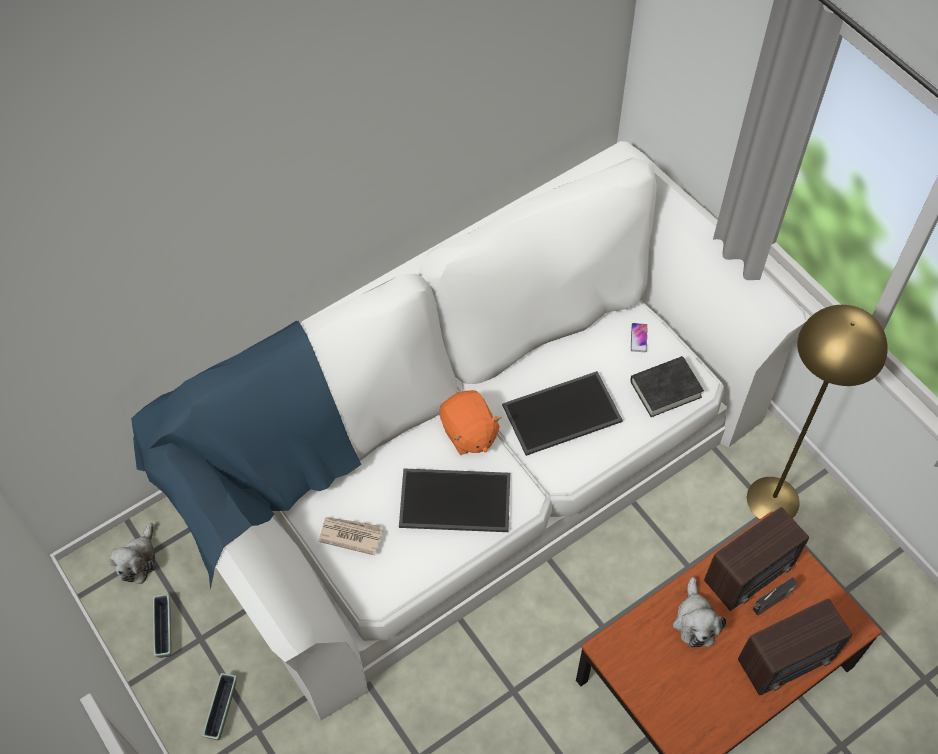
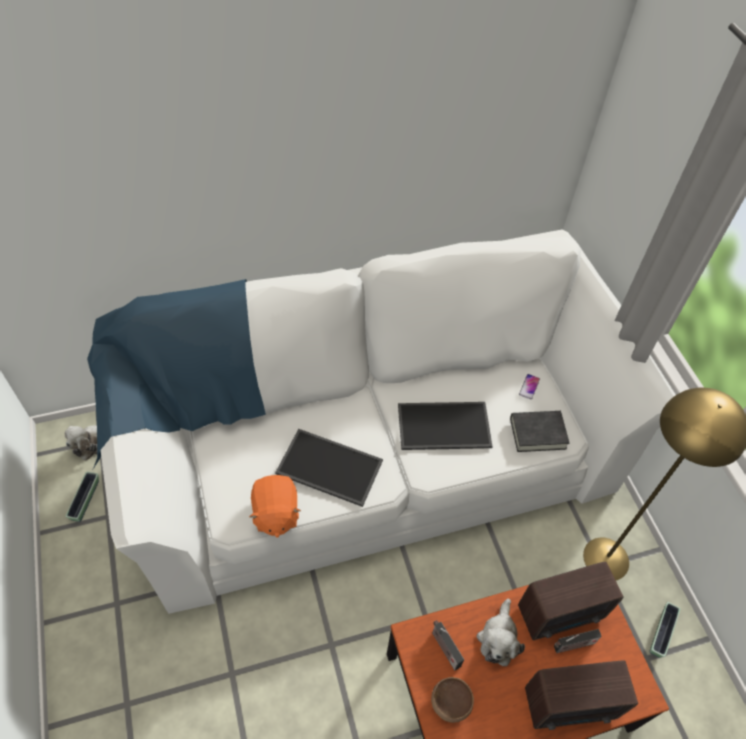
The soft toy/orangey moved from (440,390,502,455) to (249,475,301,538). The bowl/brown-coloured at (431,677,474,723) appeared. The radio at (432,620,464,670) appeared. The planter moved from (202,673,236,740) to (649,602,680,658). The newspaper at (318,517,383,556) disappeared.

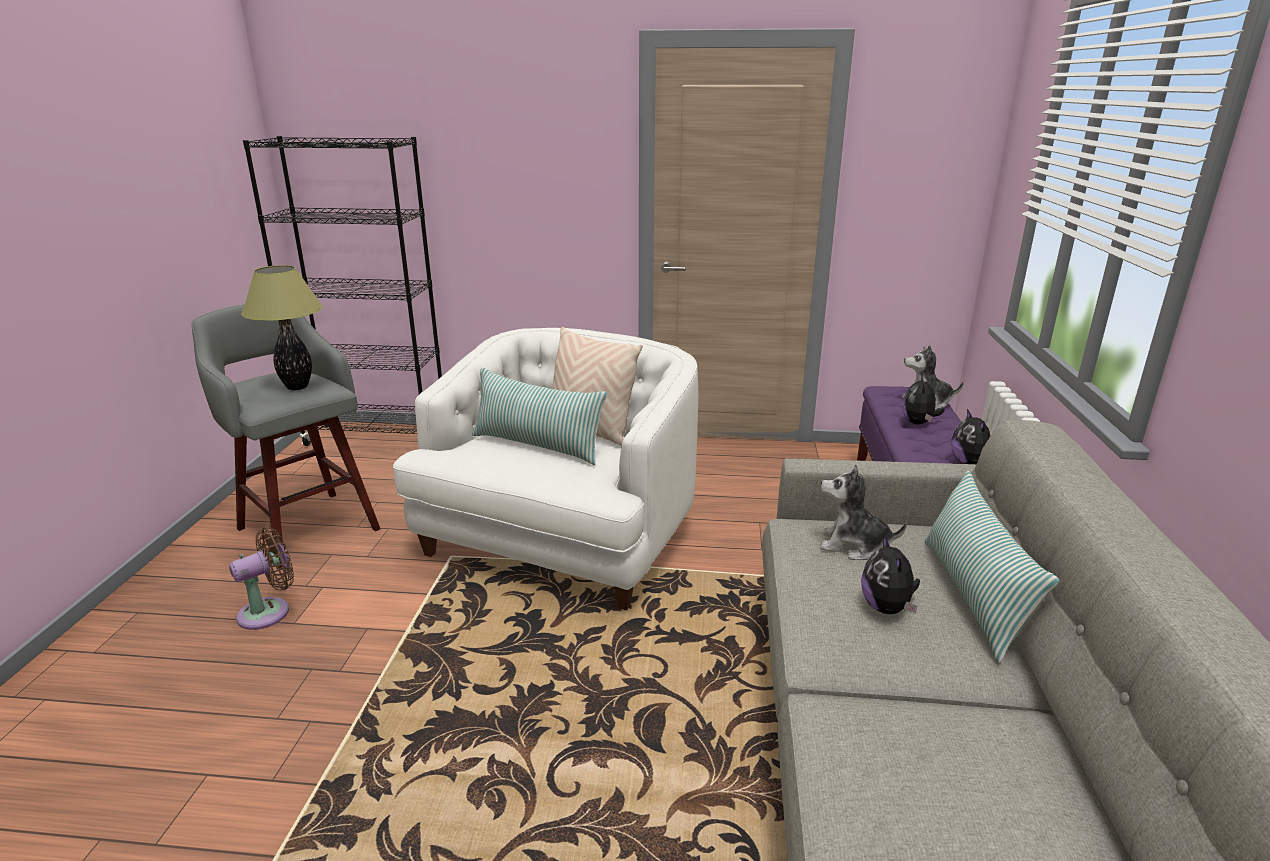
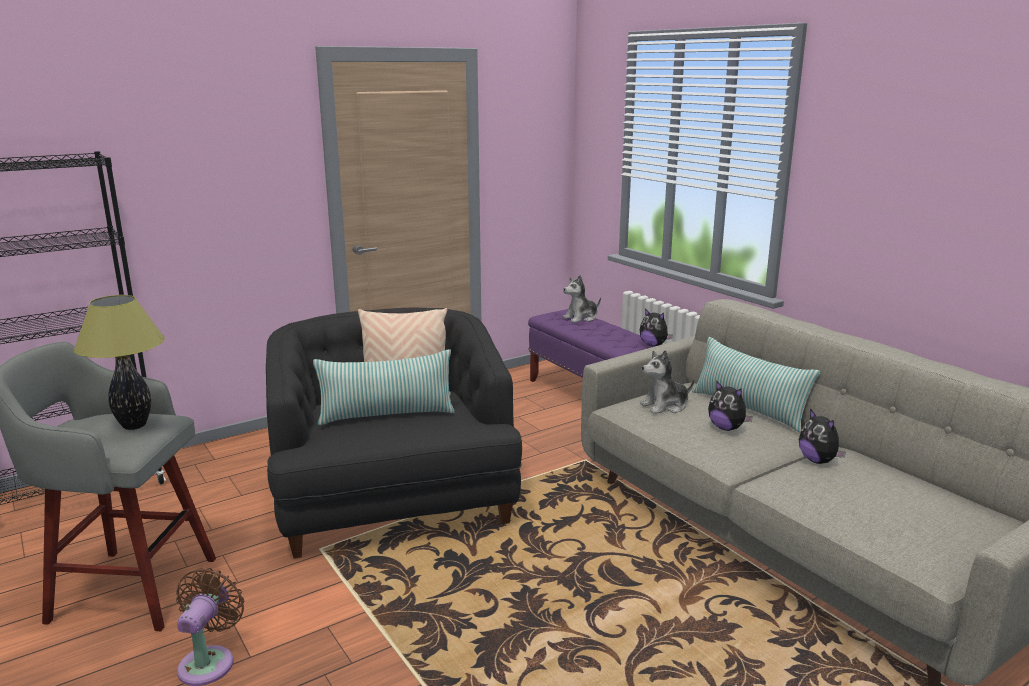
The easy chair/whitish at (393,328,698,610) became the easy chair/black at (266,308,522,558). The soft toy moved from (902,374,945,425) to (799,408,846,464).

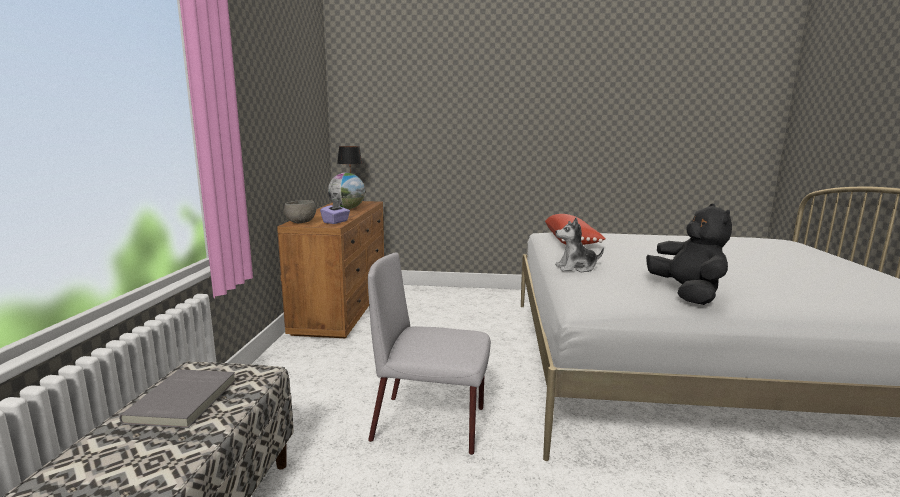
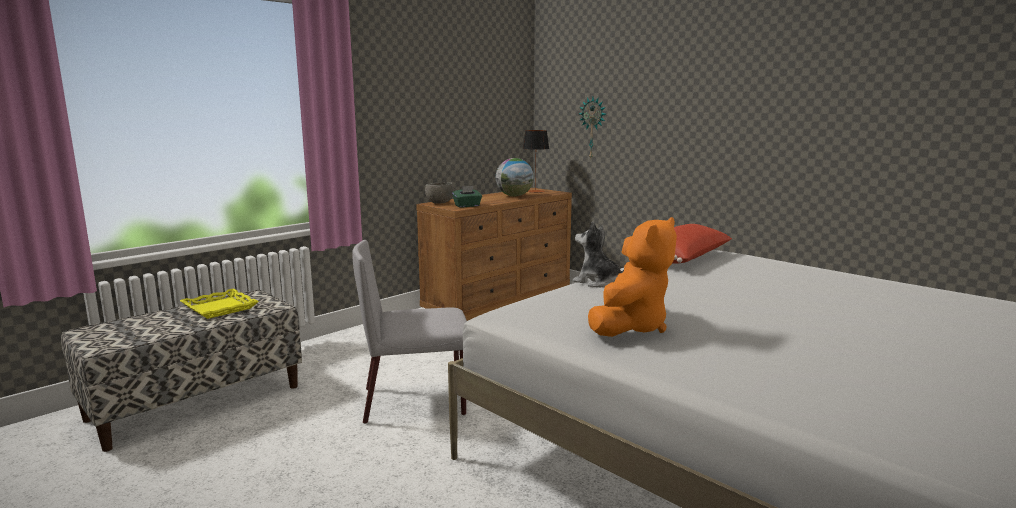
The volume/greyish at (119,369,236,428) was replaced by the serving tray/yellowish at (180,289,259,319). The chair/greyish at (368,252,491,455) turned 60 degrees counterclockwise. The box of tissues/purple at (320,201,350,224) became the box of tissues/greenish at (452,186,482,207). The hanging clock at (579,97,606,158) appeared. The soft toy/black at (646,204,732,305) became the soft toy/orangey at (588,217,677,337).

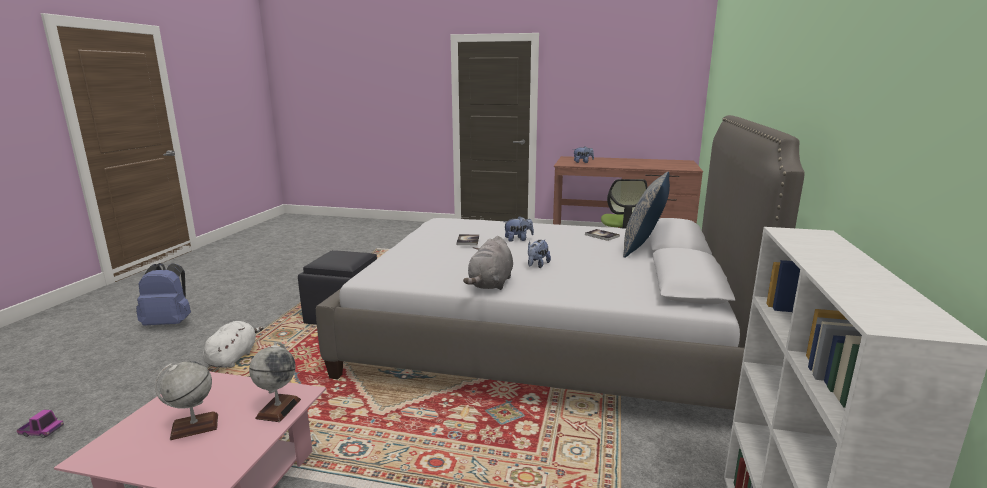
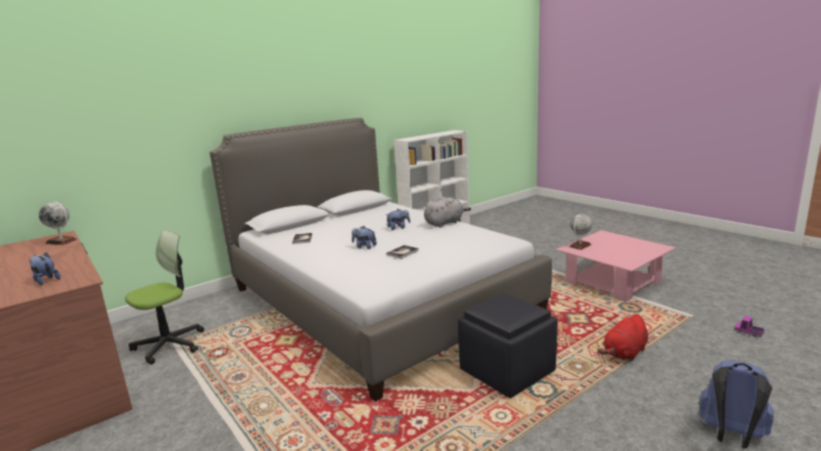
The globe moved from (155,361,218,440) to (39,201,77,245). The soft toy/whitish at (203,321,264,368) became the soft toy/reddish at (597,314,648,362). The cushion at (623,172,670,258) disappeared.

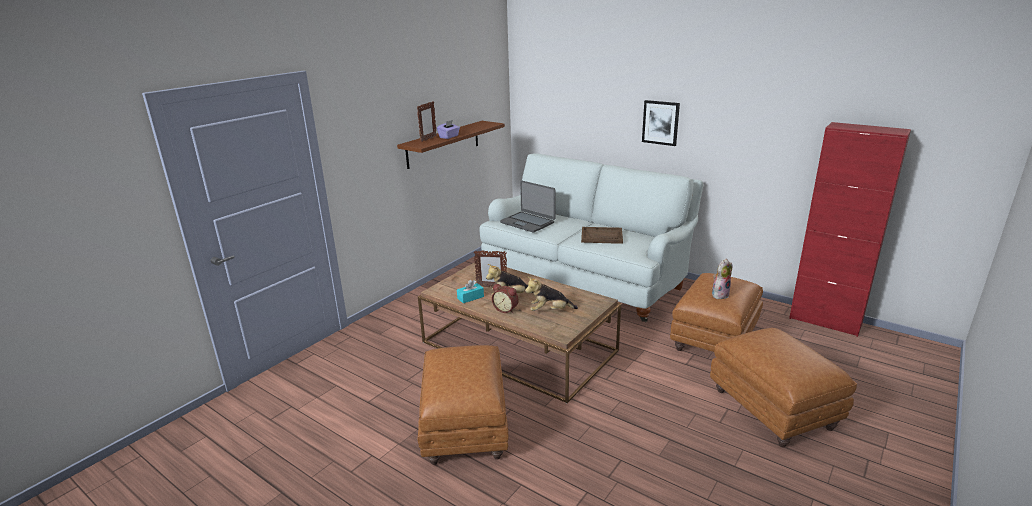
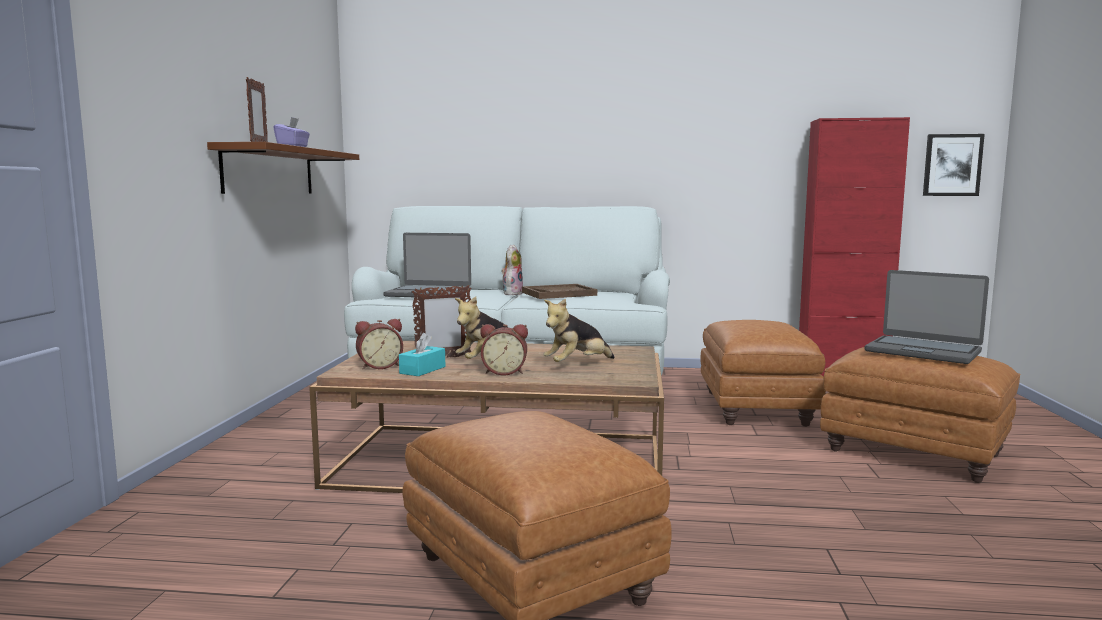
The bedside clock at (355,319,403,370) appeared. The soft toy moved from (712,258,732,299) to (501,245,523,295). The portable computer at (864,270,989,364) appeared. The wall picture moved from (642,100,680,146) to (923,134,985,196).

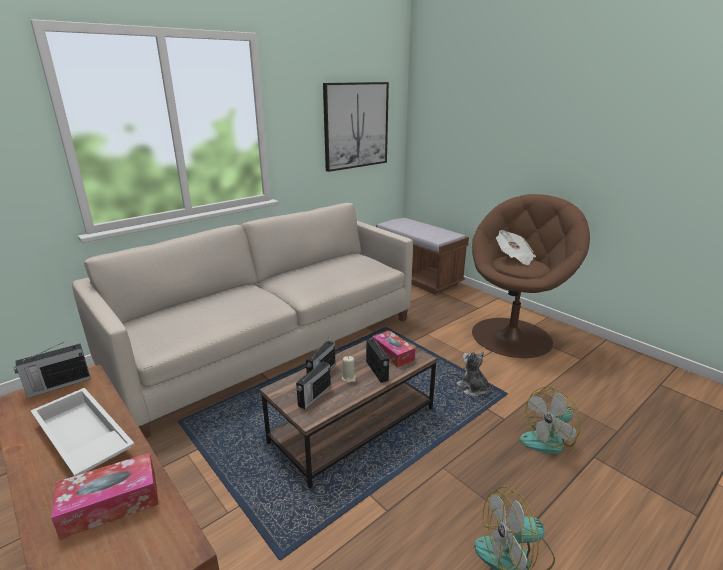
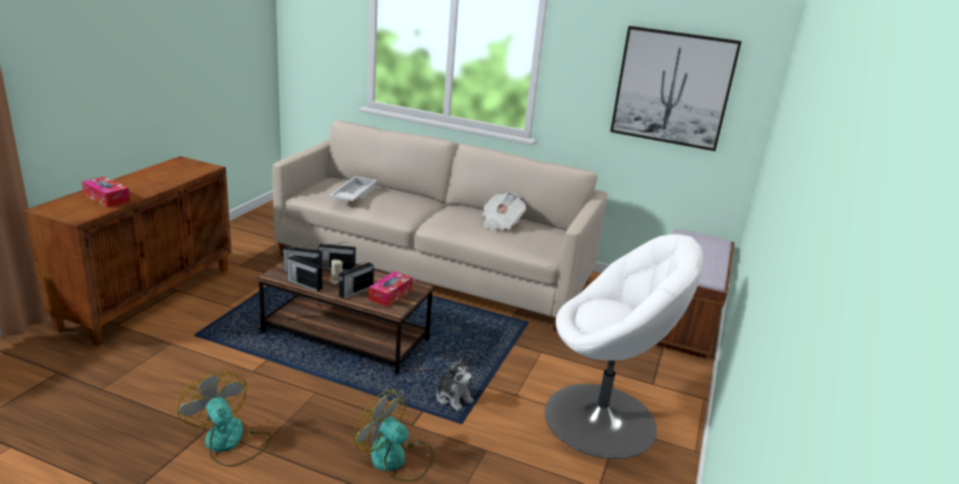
The radio moved from (14,339,91,398) to (287,256,322,292). The serving tray/whitish moved from (31,388,134,476) to (329,176,377,201). The soft toy at (456,351,493,397) turned 105 degrees clockwise. The newspaper moved from (496,230,536,265) to (482,192,526,230). The easy chair/brown-coloured at (472,194,590,358) became the easy chair/whitish at (545,234,703,459).

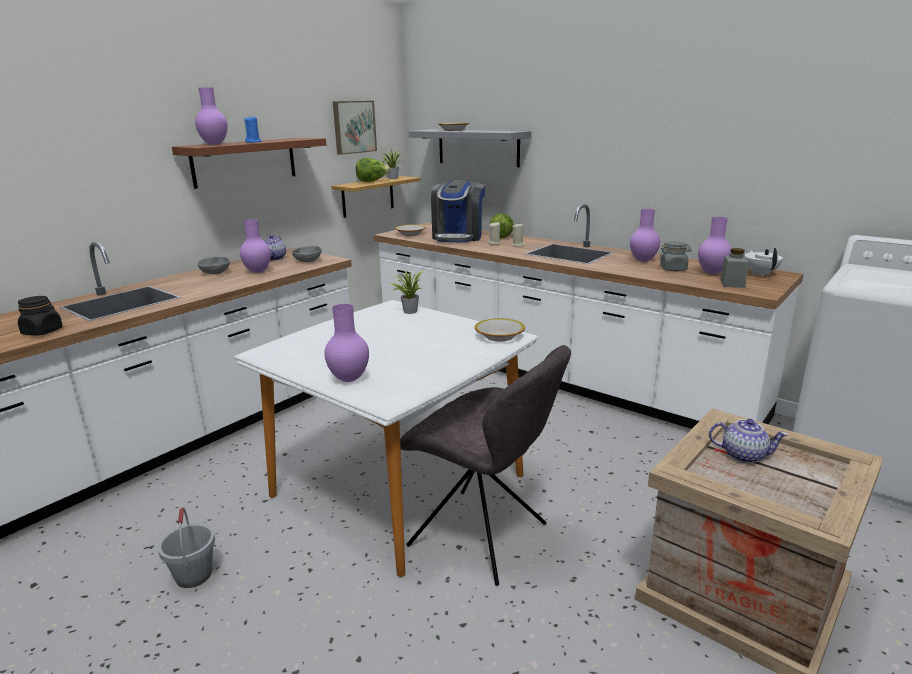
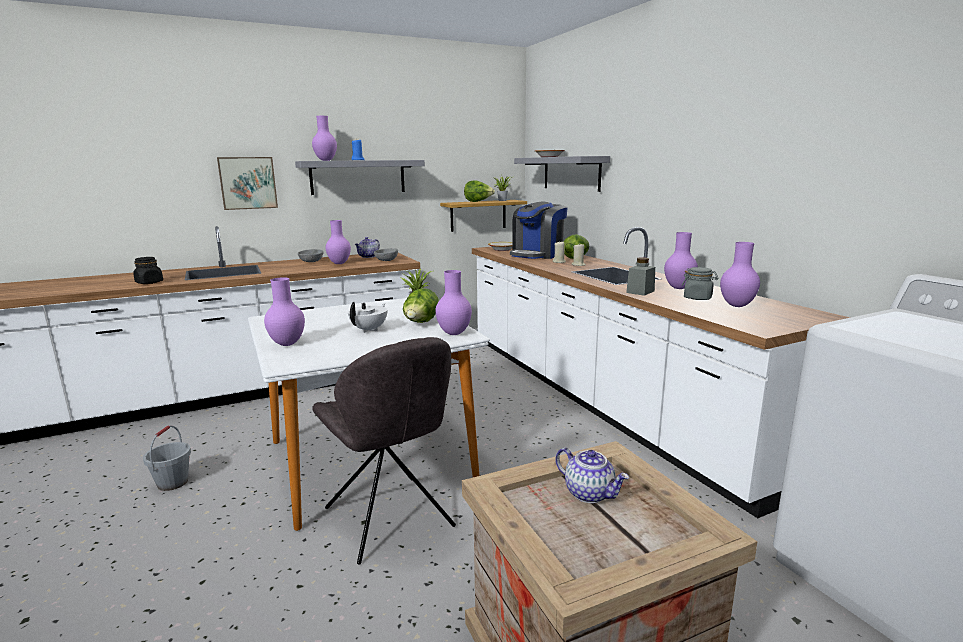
The wall picture moved from (333,101,377,155) to (217,157,278,210). The wall shelf/brown-coloured at (172,138,326,189) became the wall shelf/greyish at (295,160,425,195). The tea pot/whitish moved from (744,248,783,277) to (348,302,387,333). The lettuce head at (403,288,439,323) appeared. The bowl at (475,318,525,341) was replaced by the vase/purple at (435,270,472,335). The jar/greyish moved from (720,248,748,288) to (626,257,655,296).

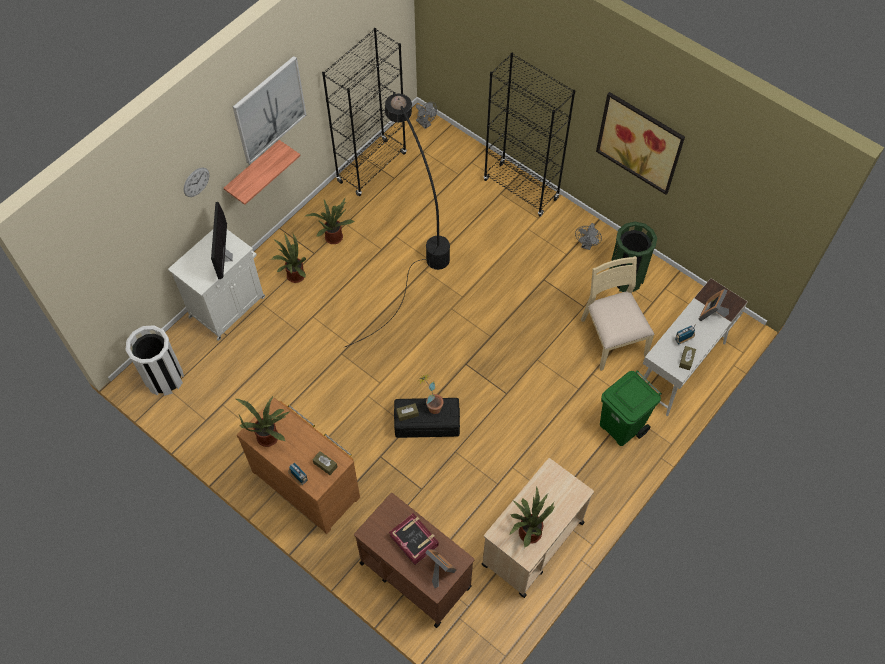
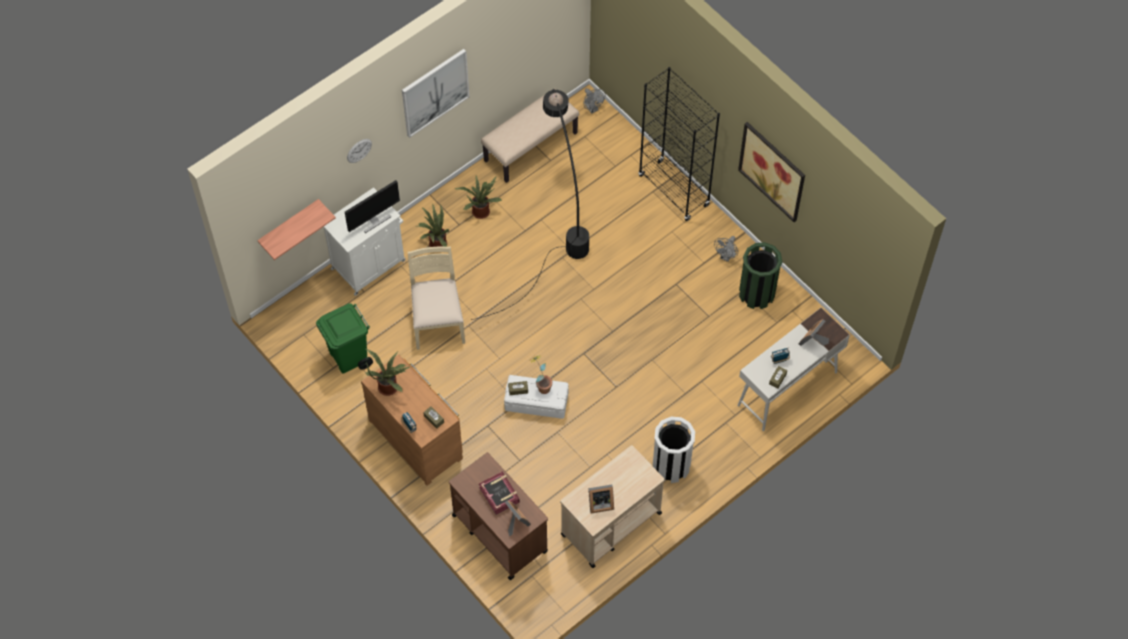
The wall shelf moved from (224,140,300,205) to (257,199,336,260). The rubbish bin/greenish moved from (600,370,662,446) to (316,303,373,373). The computer screen at (211,202,233,279) turned 135 degrees counterclockwise. The chair/beige-coloured moved from (581,256,655,371) to (408,246,465,350). The bookshelf/black at (322,28,407,196) was replaced by the bench/beige-coloured at (481,88,579,183). The storage container/black at (394,398,460,438) became the storage container/whitish at (504,375,568,419). The houseplant at (509,486,555,548) was replaced by the photo frame at (588,484,614,513). The rubbish bin/whitish moved from (126,325,184,396) to (653,417,695,483).

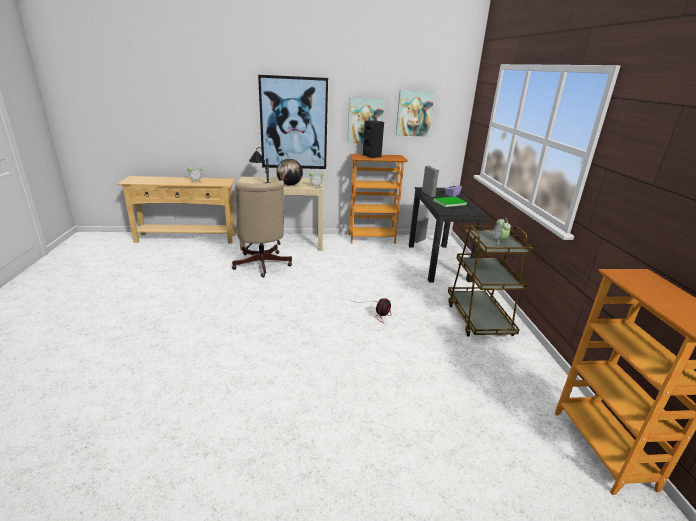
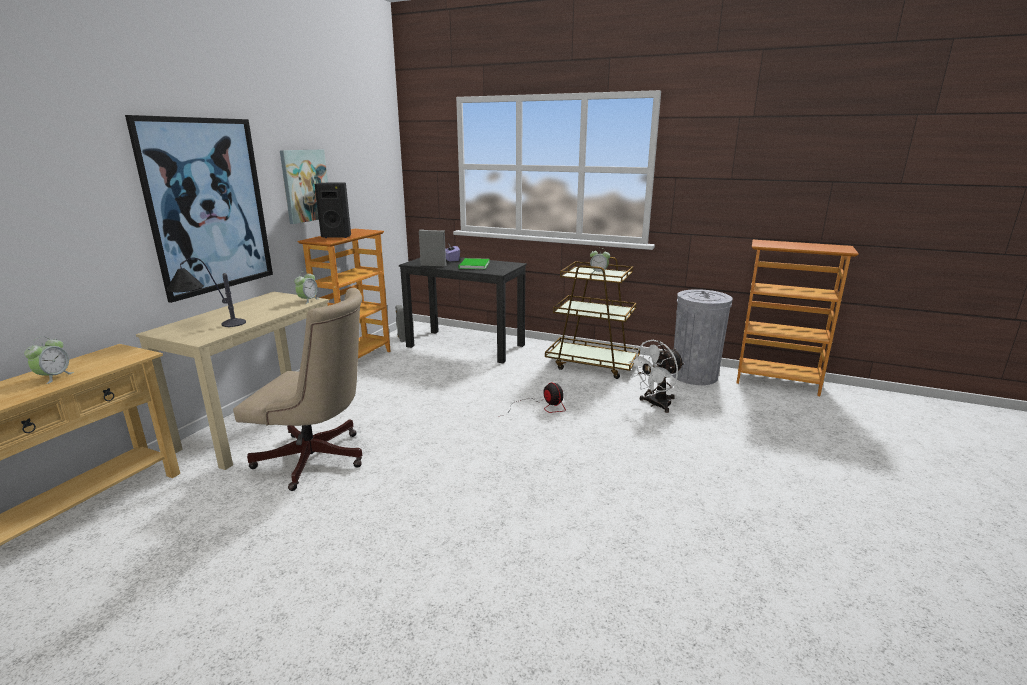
The cooling fan/whitish at (628,340,684,413) appeared. The rubbish bin/greyish at (672,289,733,385) appeared. The globe at (276,159,303,186) disappeared. The wall picture at (396,90,435,137) disappeared.

